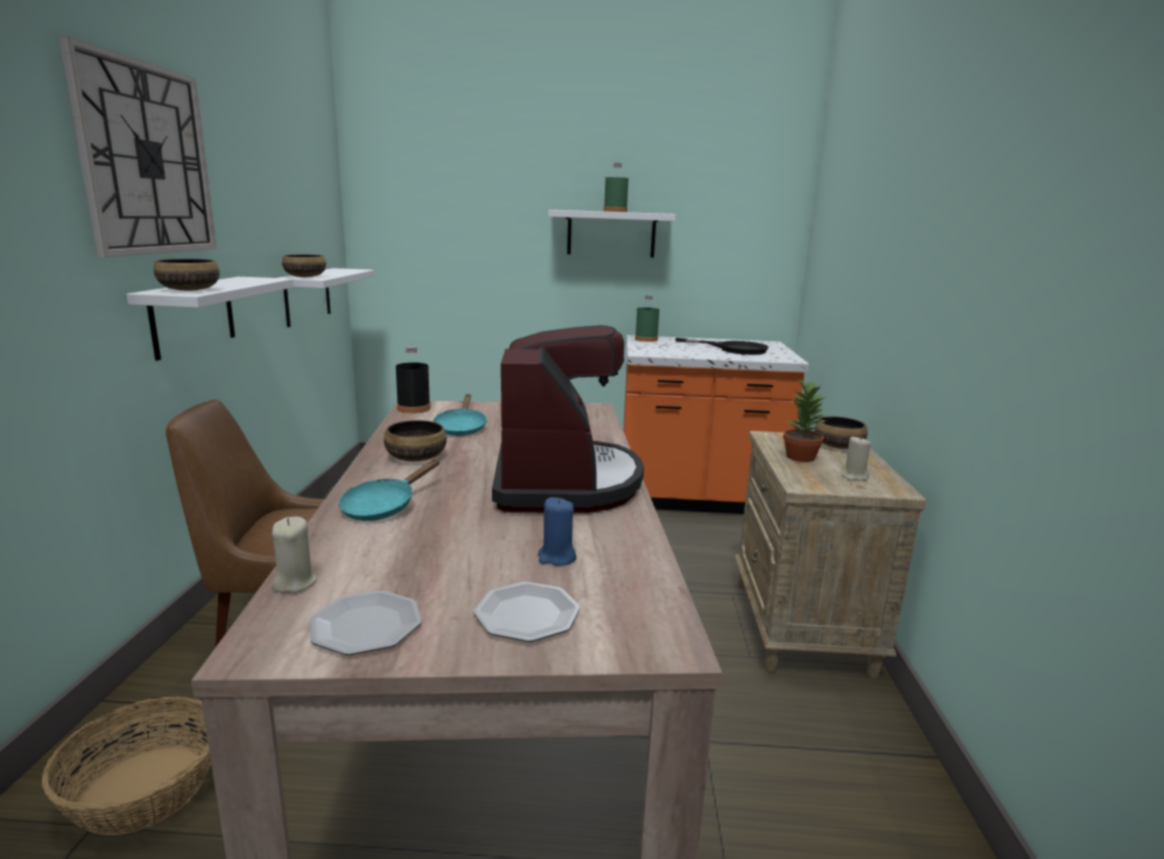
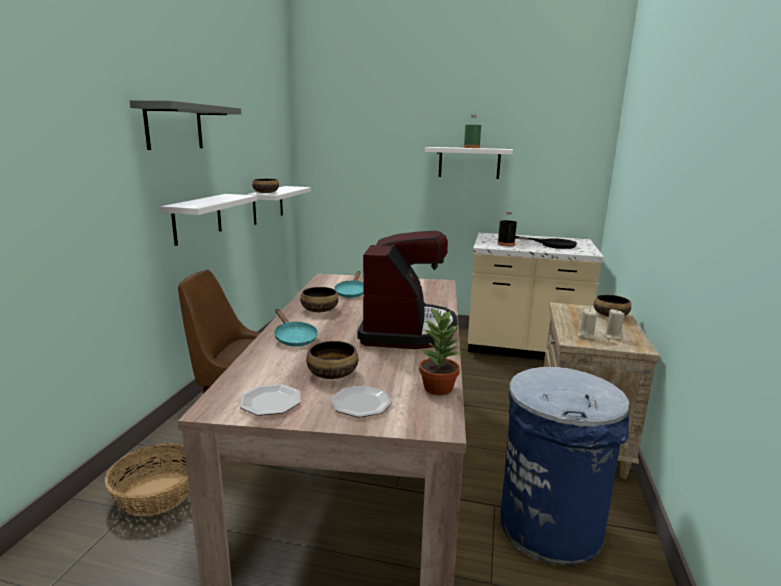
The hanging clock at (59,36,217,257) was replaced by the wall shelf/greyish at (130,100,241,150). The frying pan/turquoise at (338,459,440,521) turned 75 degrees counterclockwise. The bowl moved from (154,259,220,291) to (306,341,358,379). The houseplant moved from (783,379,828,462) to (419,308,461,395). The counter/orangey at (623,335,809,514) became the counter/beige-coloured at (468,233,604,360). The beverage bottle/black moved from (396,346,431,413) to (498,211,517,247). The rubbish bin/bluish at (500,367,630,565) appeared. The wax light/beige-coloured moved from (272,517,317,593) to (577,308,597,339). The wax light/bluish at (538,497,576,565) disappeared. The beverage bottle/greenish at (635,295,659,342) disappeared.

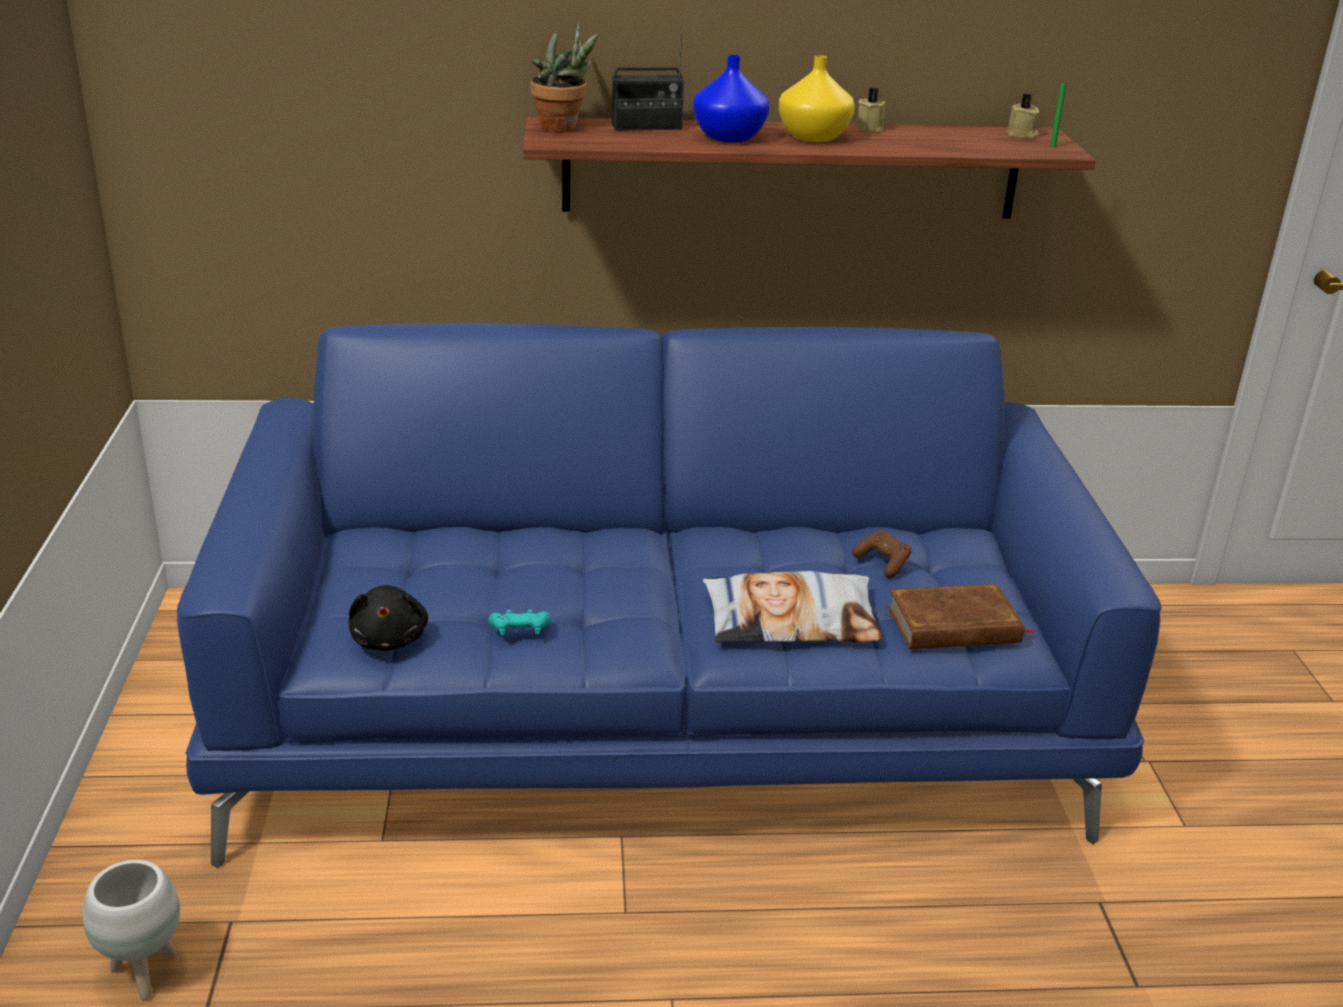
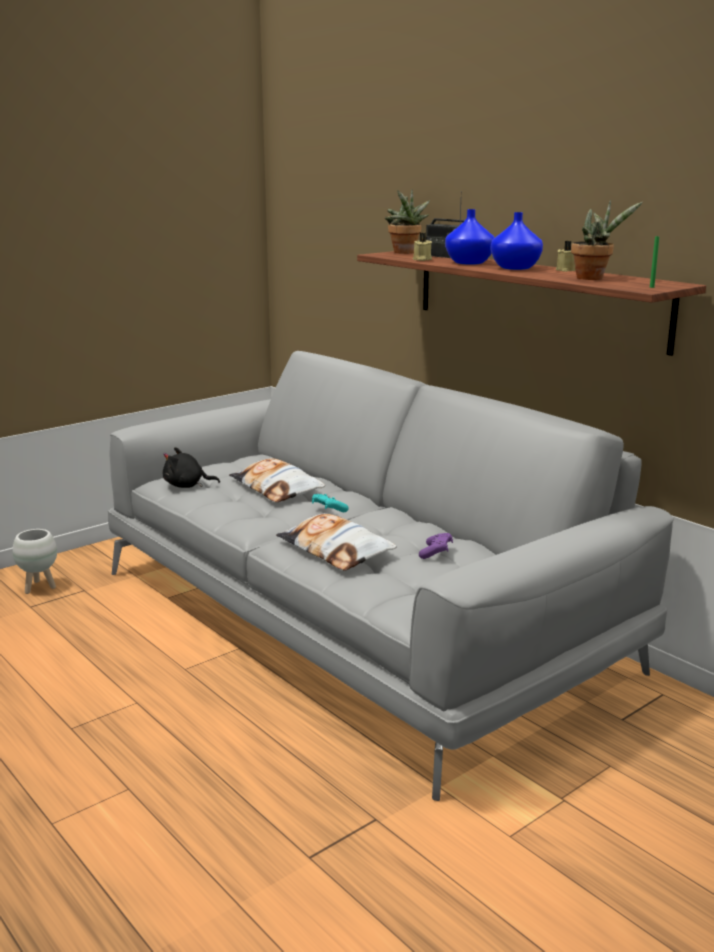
The sofa/bluish at (177,323,1161,868) became the sofa/greyish at (108,351,674,801). The soft toy/black at (348,585,428,651) turned 45 degrees clockwise. The cushion at (229,458,325,502) appeared. The game controller/turquoise moved from (488,609,551,636) to (312,494,349,512). The wax light/beige-coloured moved from (1006,94,1040,139) to (413,233,432,261). The game controller/brown-coloured at (852,530,912,578) became the game controller/purple at (419,533,453,559). The vase/yellowish at (779,55,855,142) became the vase/bluish at (491,212,543,270). The houseplant at (571,199,643,280) appeared. The volume/brown-coloured at (888,584,1034,649) disappeared.

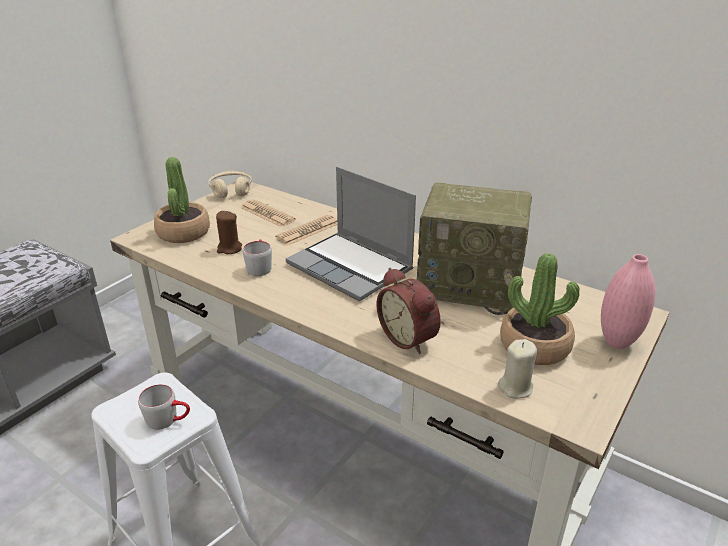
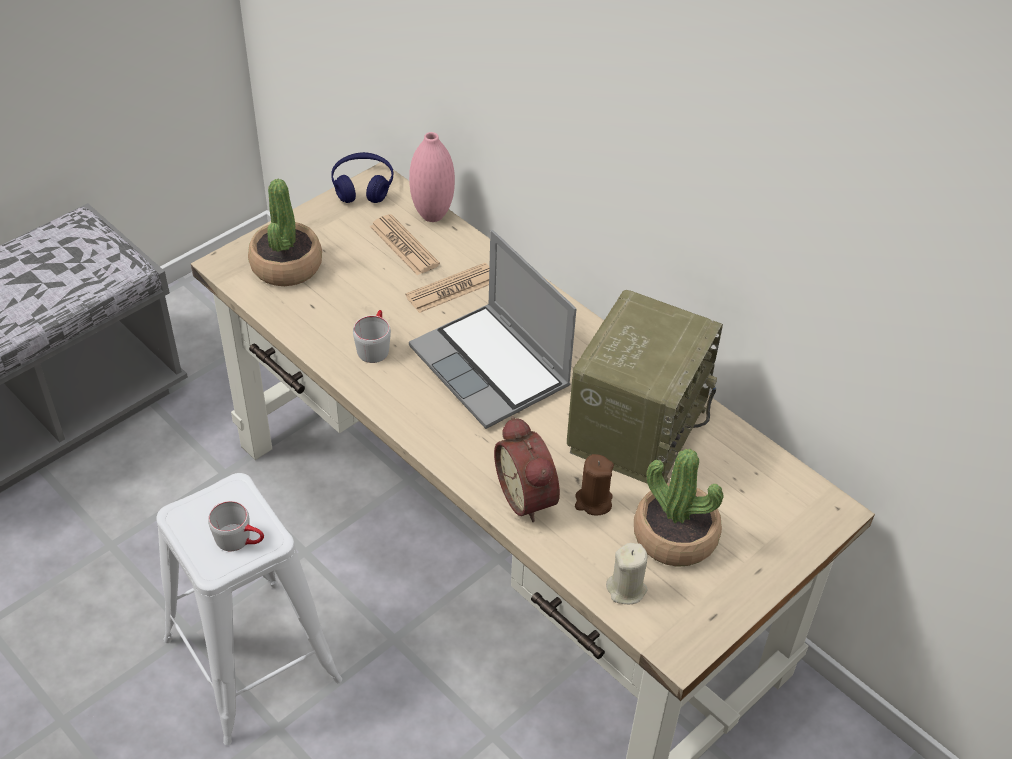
The pair of headphones/beige-coloured at (208,171,252,198) became the pair of headphones/bluish at (331,152,394,203). The vase/pink moved from (601,254,656,349) to (409,132,455,222). The radio at (417,183,532,315) turned 90 degrees counterclockwise. The wax light/brown-coloured moved from (216,211,242,254) to (575,454,614,515).

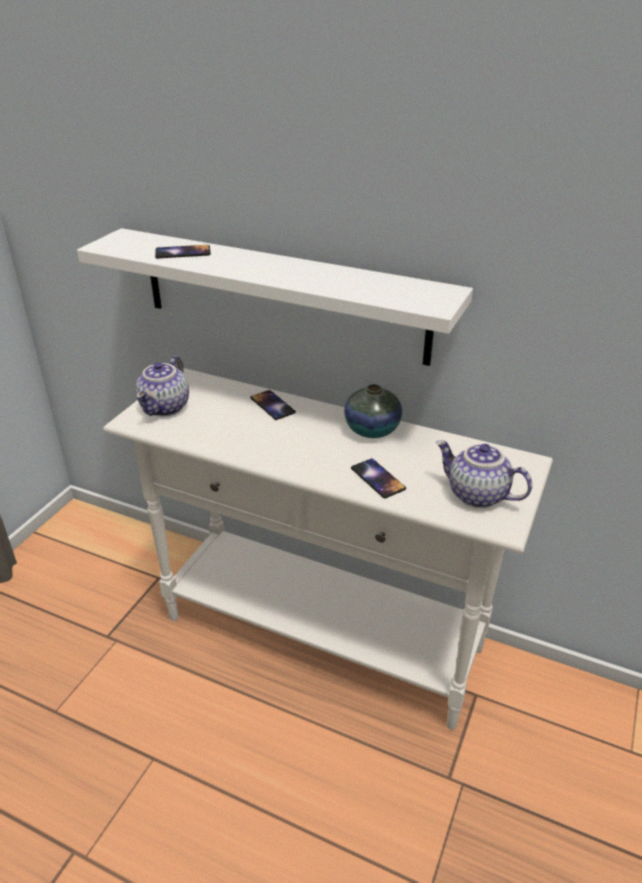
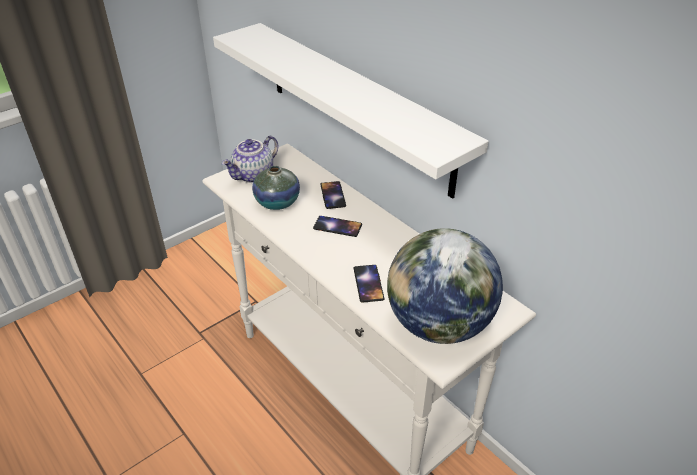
The vase moved from (344,384,402,438) to (252,166,300,210). The telephone moved from (155,245,211,258) to (313,216,362,237). The tea pot at (436,440,532,508) was replaced by the globe at (387,228,503,344).

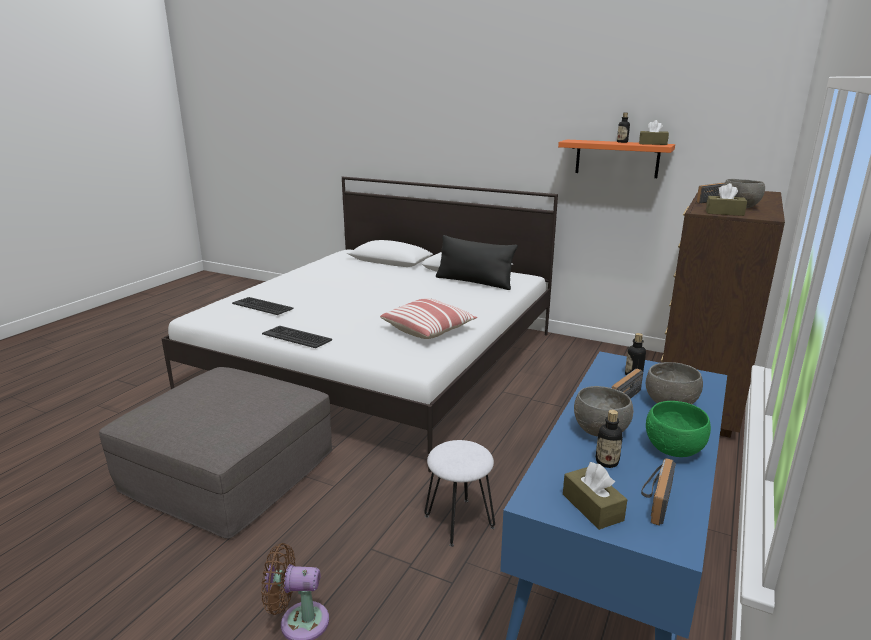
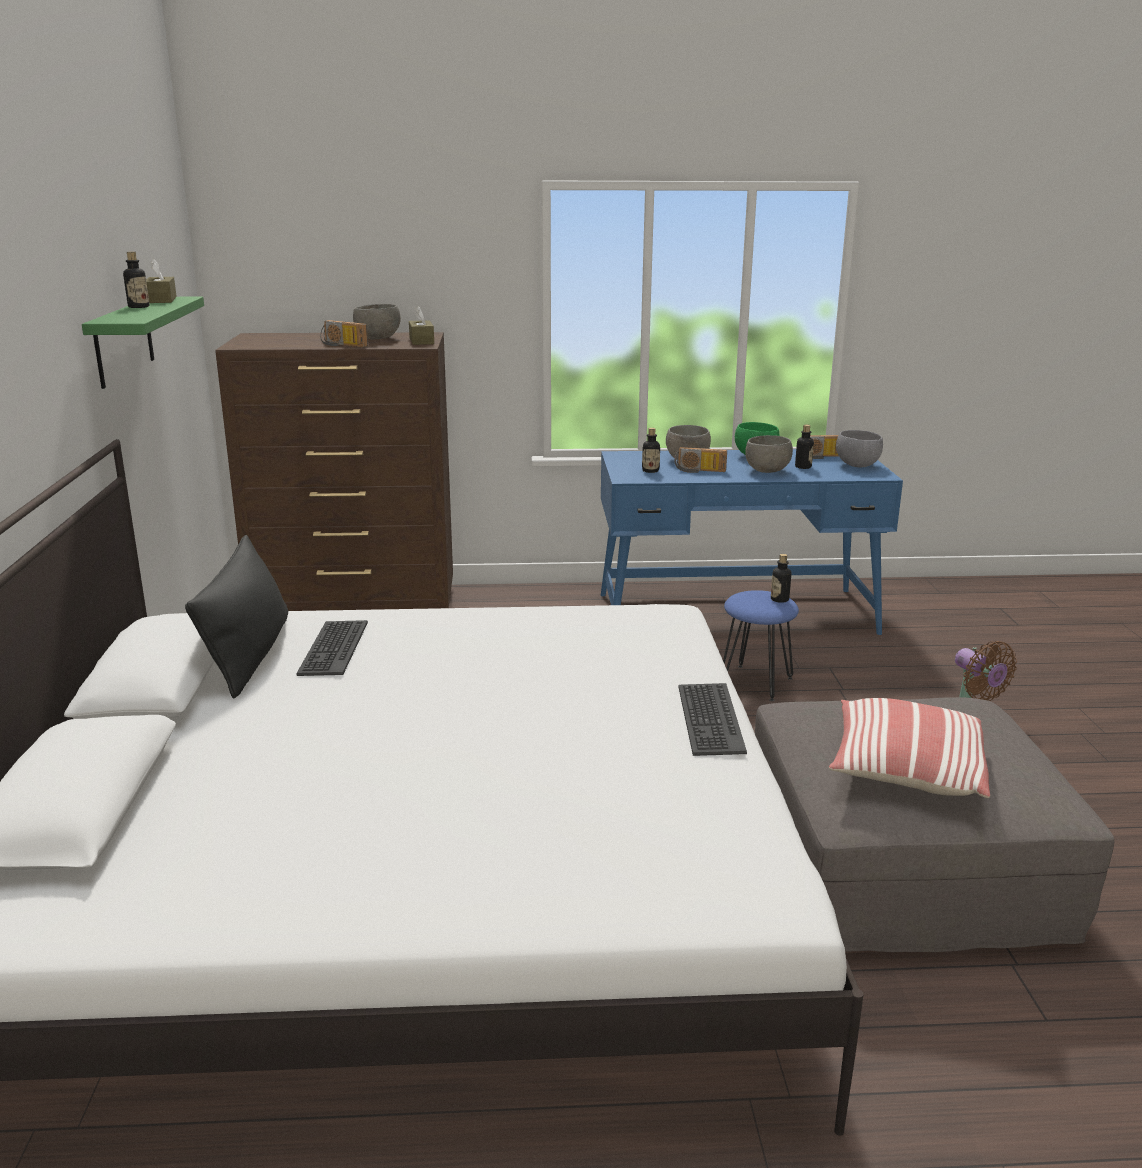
The wall shelf/orangey at (558,140,675,178) became the wall shelf/greenish at (82,297,204,389). The keyboard moved from (232,297,294,315) to (297,620,368,676). The stool/whitish at (424,440,495,547) became the stool/bluish at (723,590,799,701). The beverage bottle at (771,554,791,603) appeared. The cushion moved from (380,298,477,339) to (829,698,990,798). The box of tissues/brown-coloured at (563,462,627,530) was replaced by the bowl/greyish at (836,430,883,468).

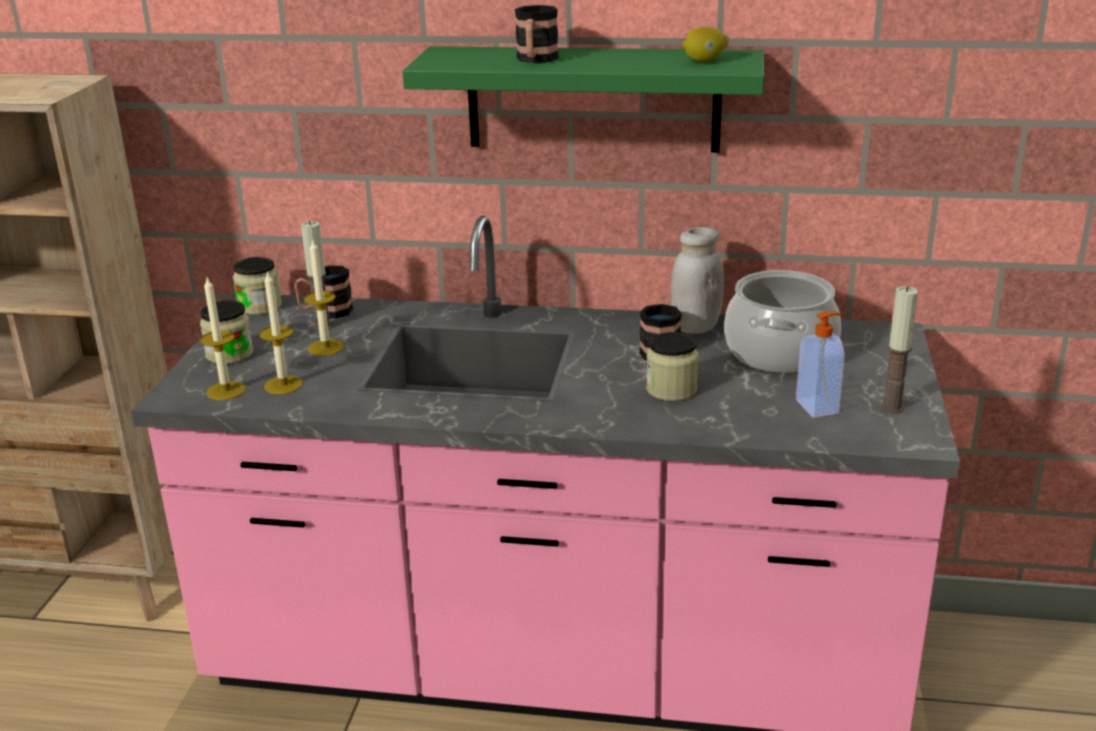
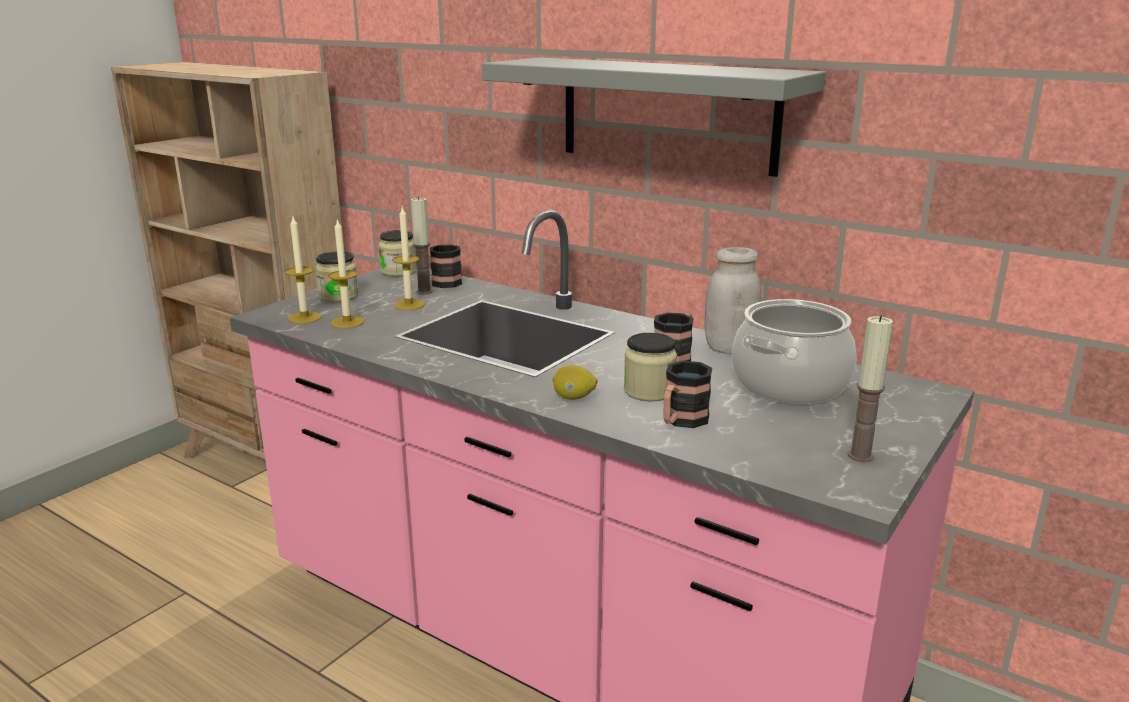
The wall shelf/greenish at (402,46,764,153) became the wall shelf/greyish at (482,57,826,177). The whole lemon moved from (682,27,729,62) to (552,365,598,400). The mug moved from (515,5,559,63) to (663,361,712,428). The liquid soap bottle at (796,311,845,418) disappeared.

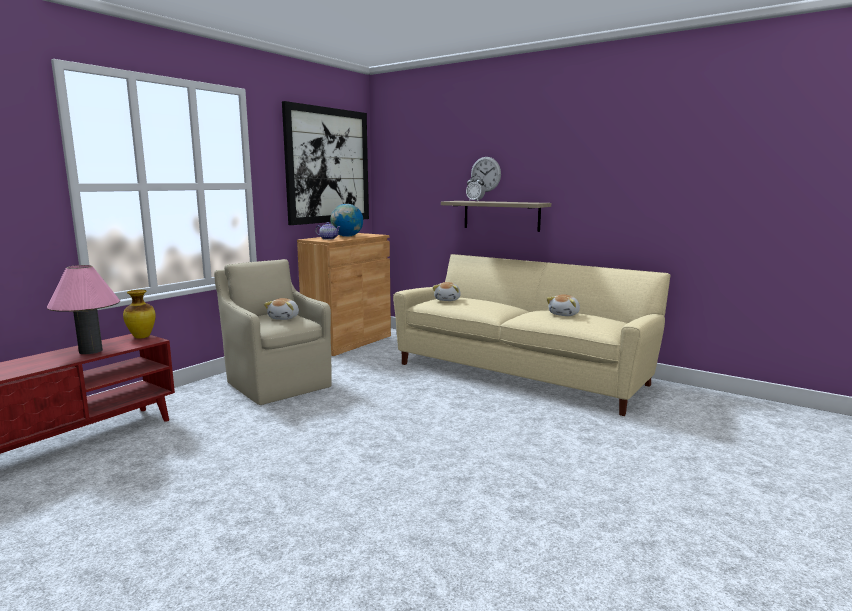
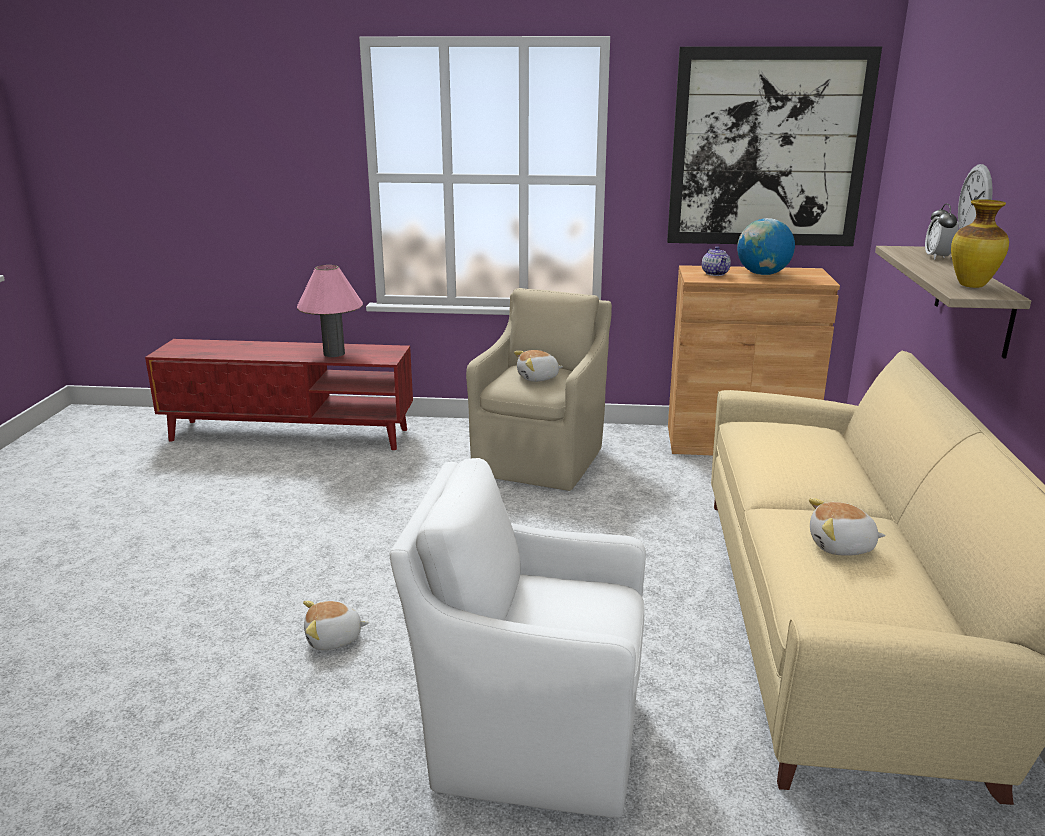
The soft toy moved from (433,282,461,301) to (303,601,369,650). The easy chair/whitish at (390,458,646,818) appeared. The vase moved from (123,290,156,339) to (951,199,1009,288).

